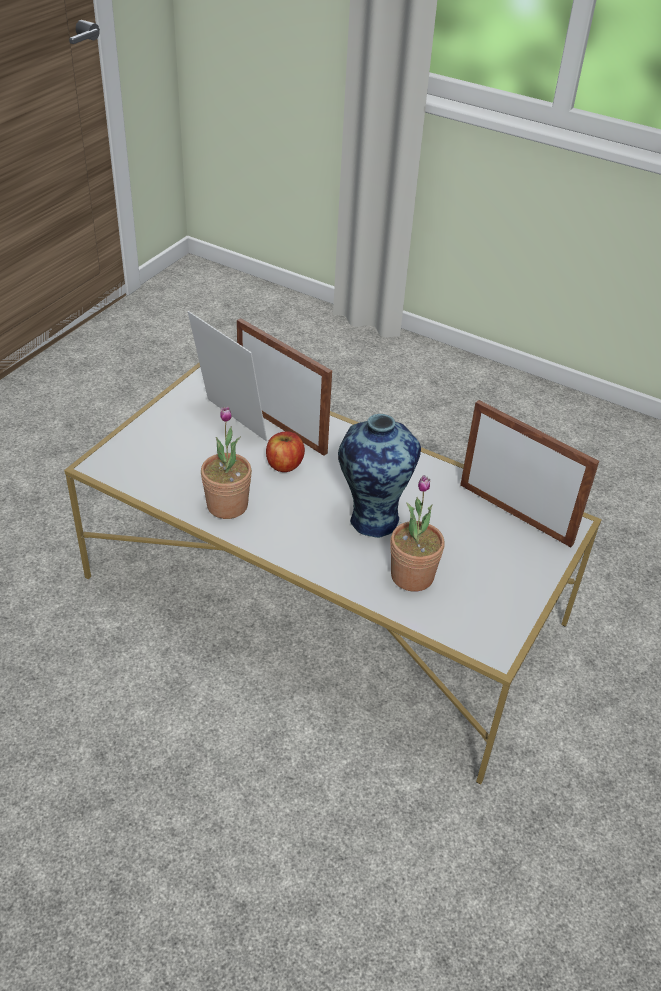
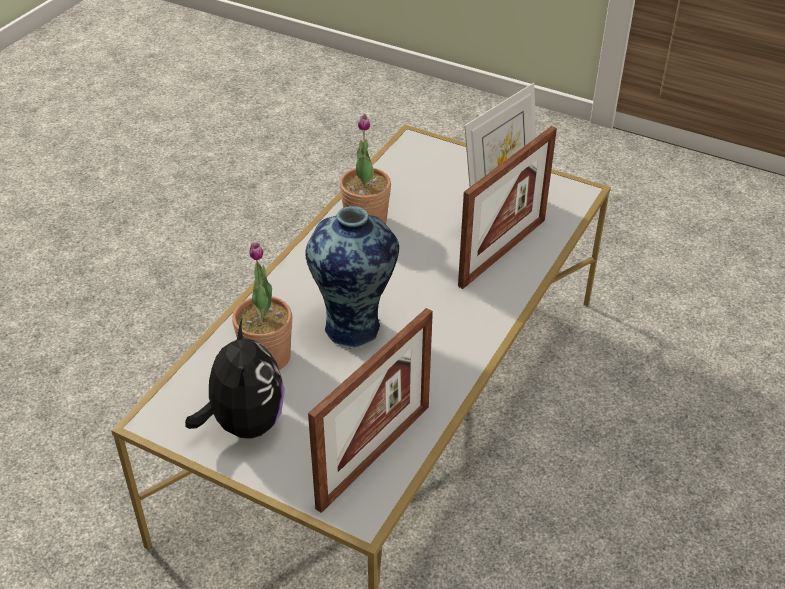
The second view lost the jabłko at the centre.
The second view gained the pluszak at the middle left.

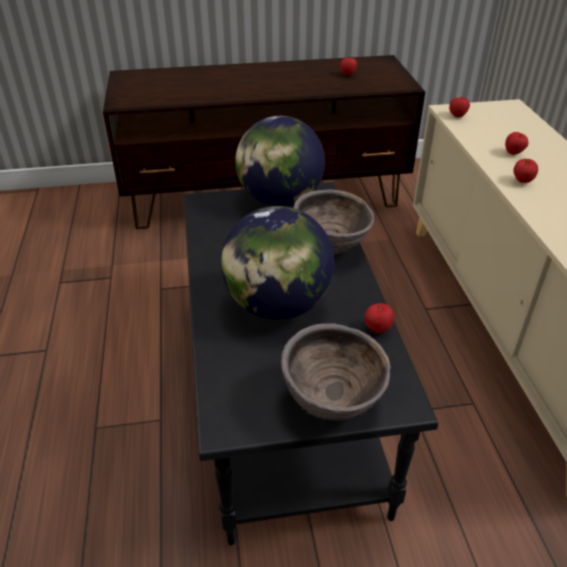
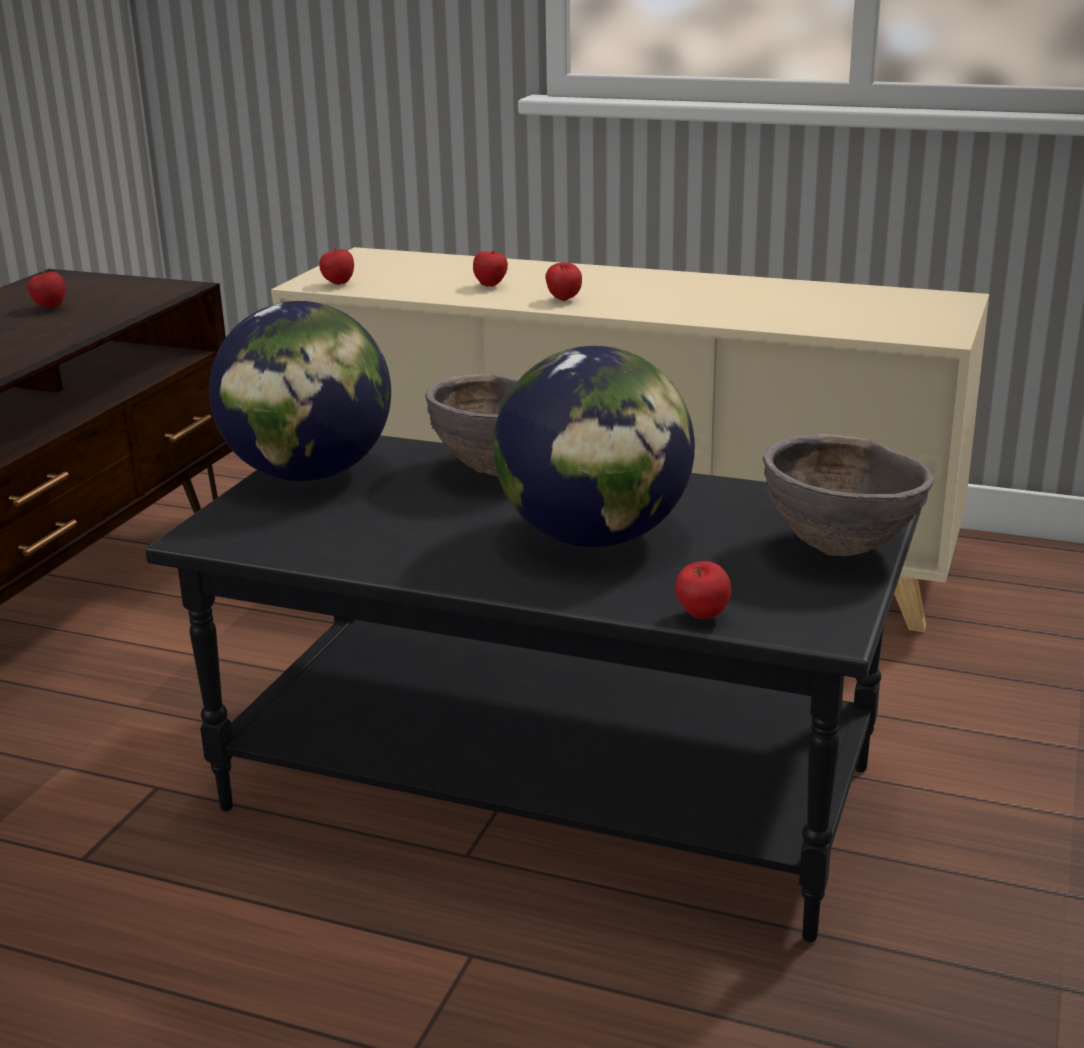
The jabłko (2nd from left in the first image) ended up elsewhere, having gone from the middle right to the centre.

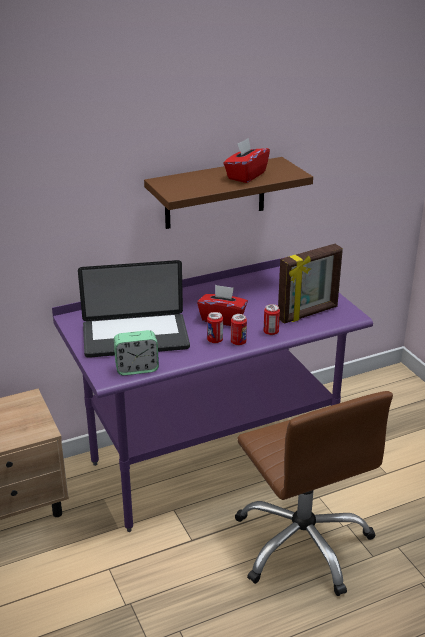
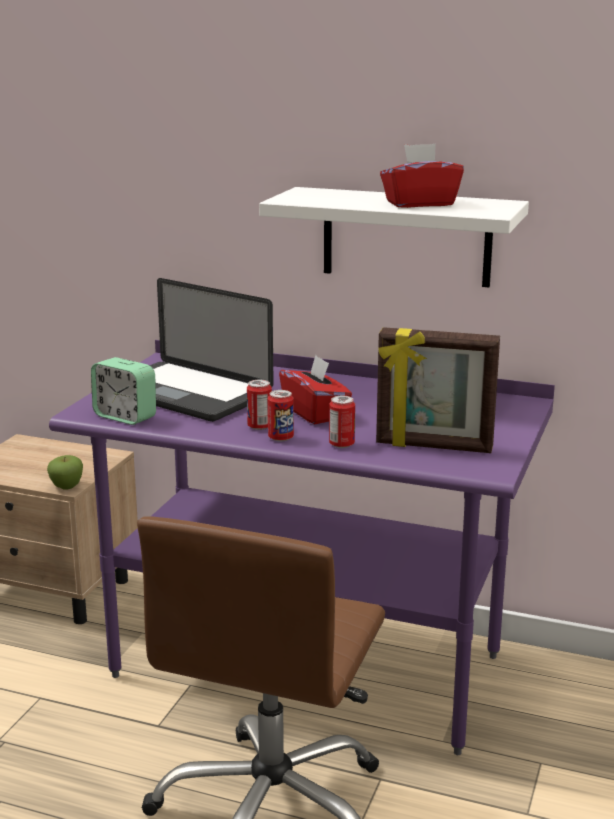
What was the półka [brązowy] at the top centre turned into the półka [biały] at the top centre.
The second view gained the jabłko at the middle left.

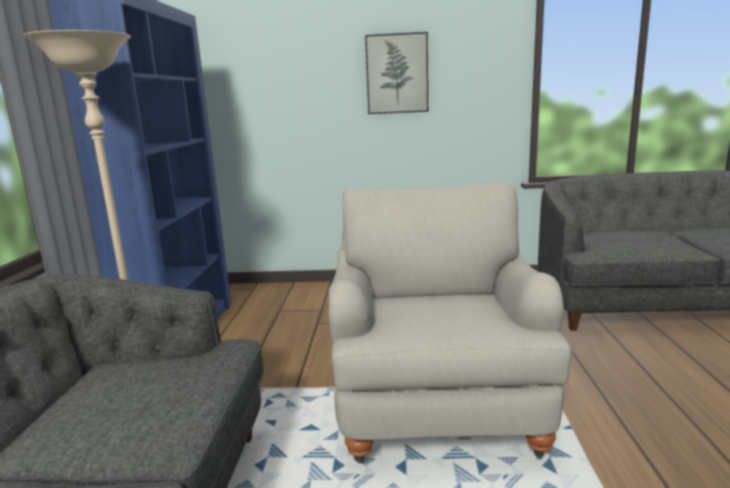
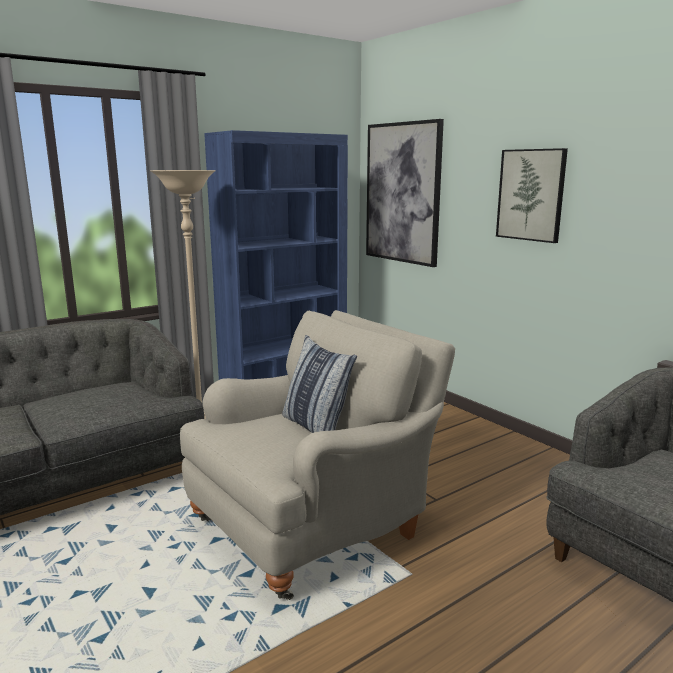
The second view gained the obraz (1st from left) at the top centre.
The second view gained the poduszka at the centre.

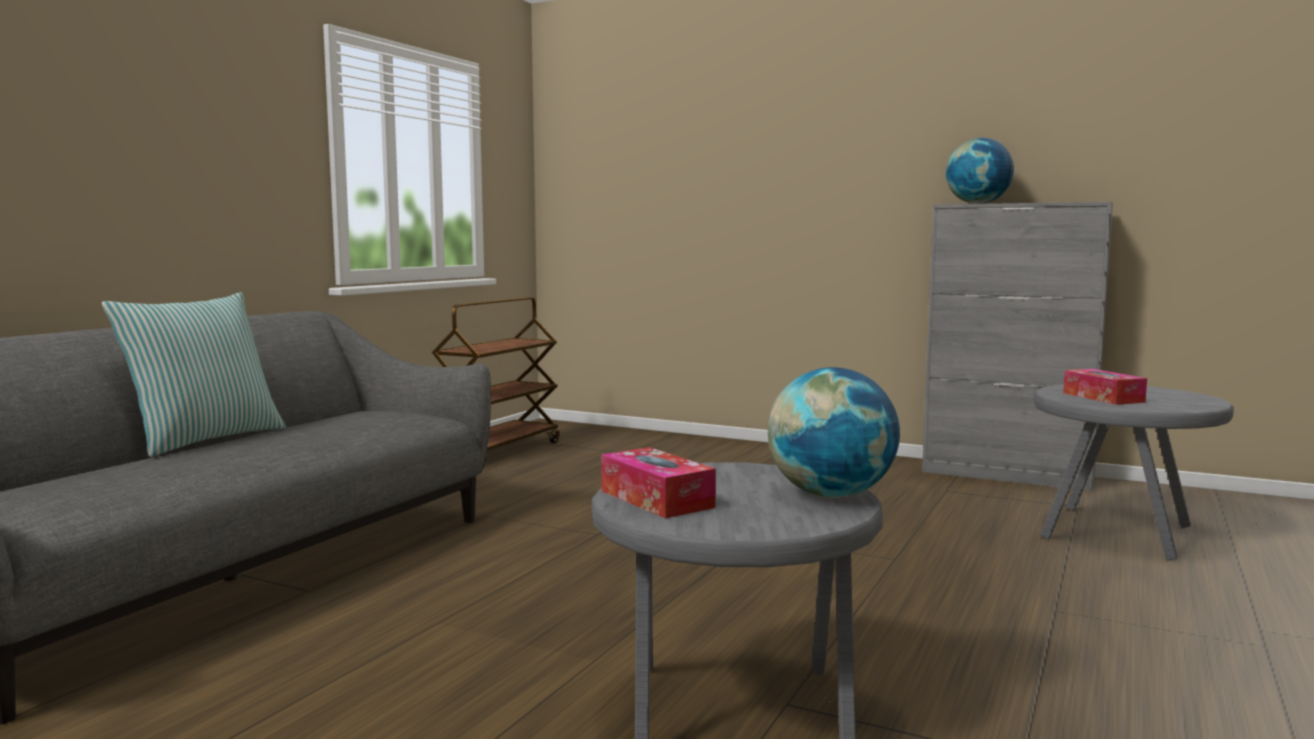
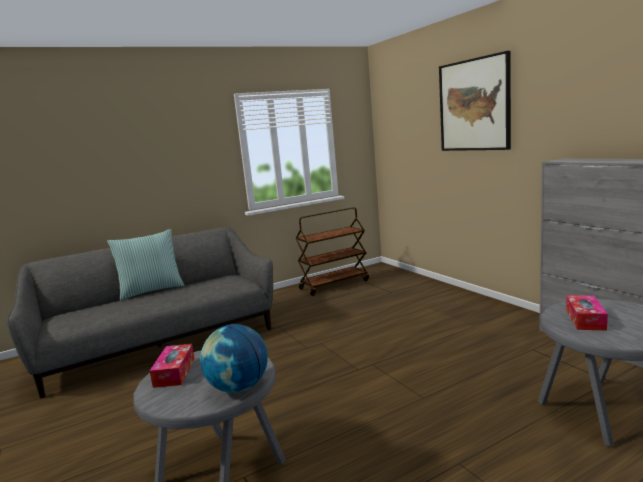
The second view lost the globus (2nd from left) at the top right.
The second view gained the obraz at the top right.

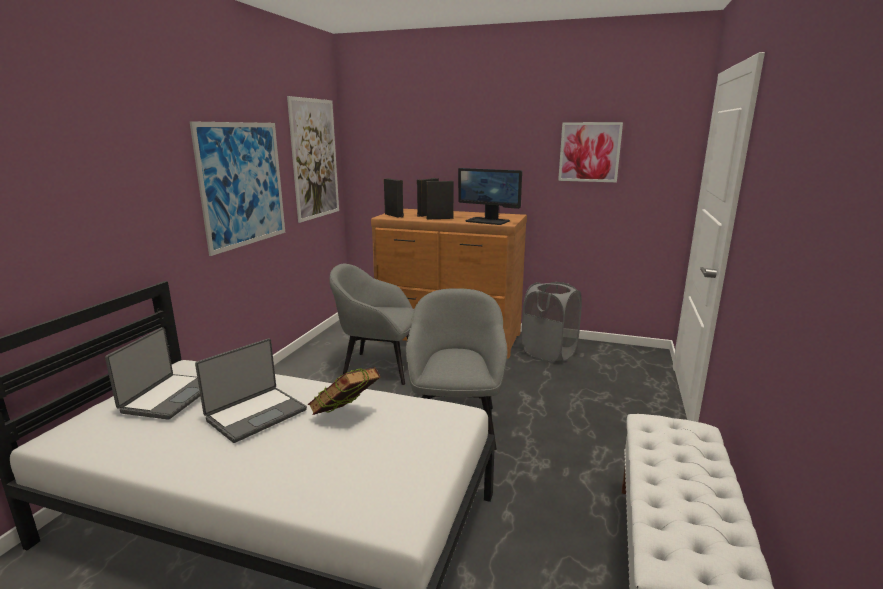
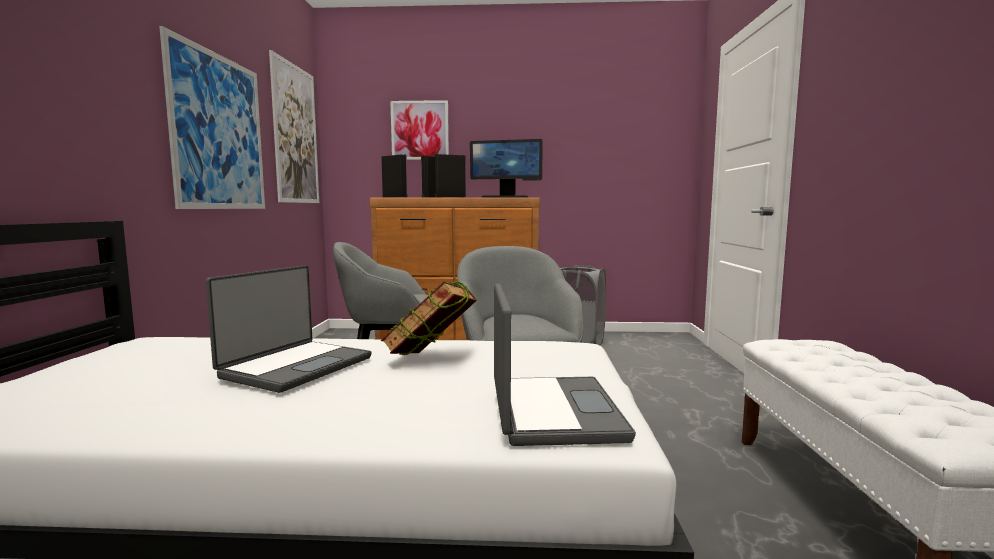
The obraz (3rd from left) ended up elsewhere, having gone from the top right to the top centre.
The laptop (1st from left in the first image) ended up elsewhere, having gone from the middle left to the centre.

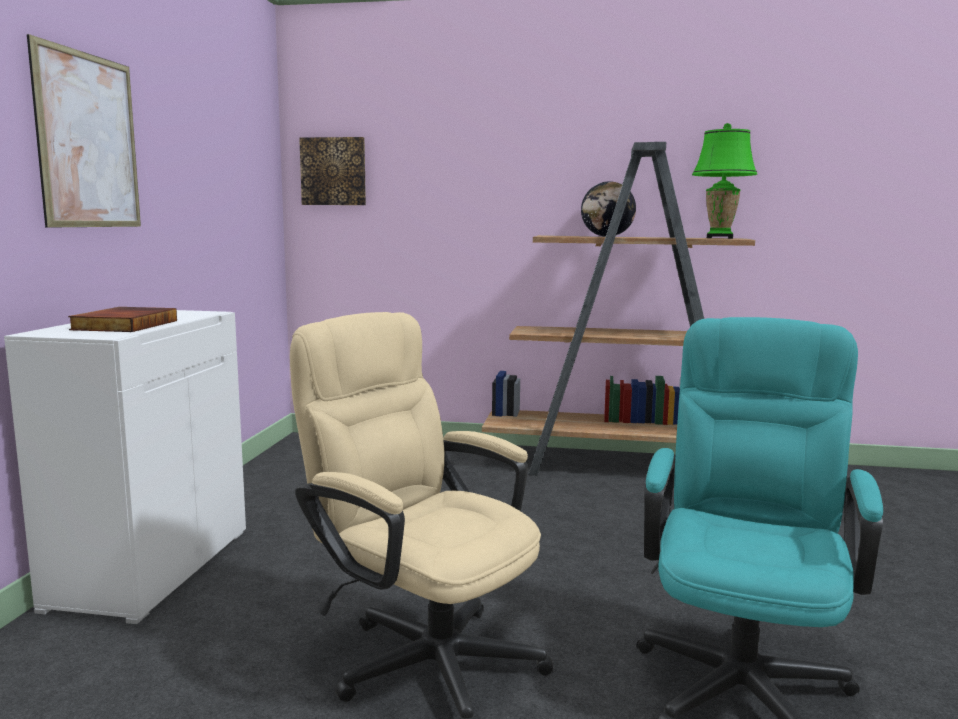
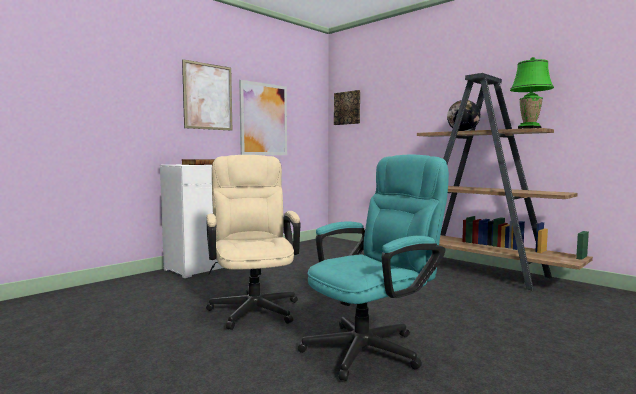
The second view gained the obraz (2nd from left) at the top centre.

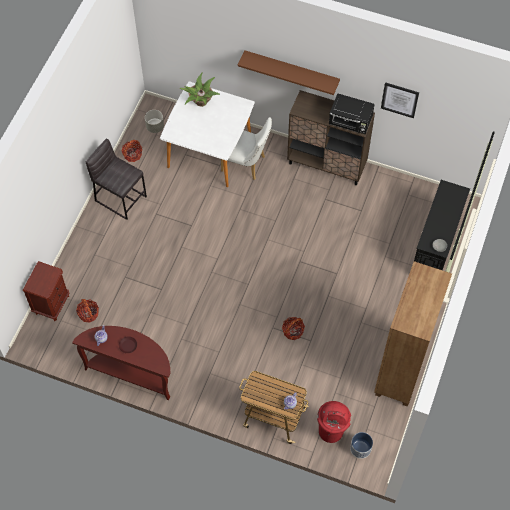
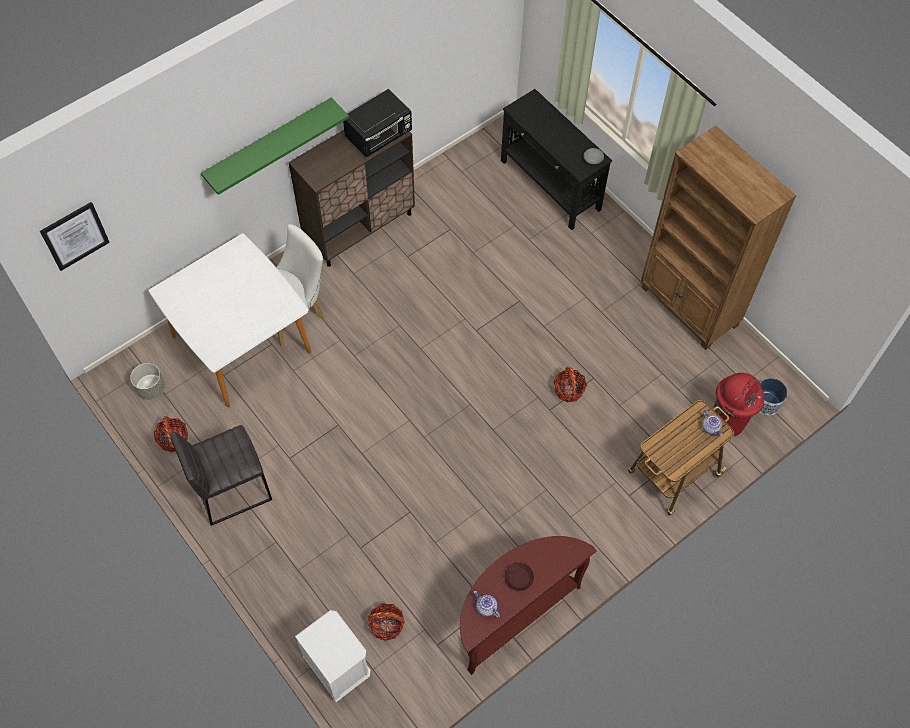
What was the półka [brązowy] at the top centre turned into the półka [zielony] at the top left.
The second view lost the roślina doniczkowa at the top centre.
The obraz ended up elsewhere, having gone from the top right to the top left.
What was the szafka nocna [brązowy] at the middle left turned into the szafka nocna [biały] at the bottom centre.

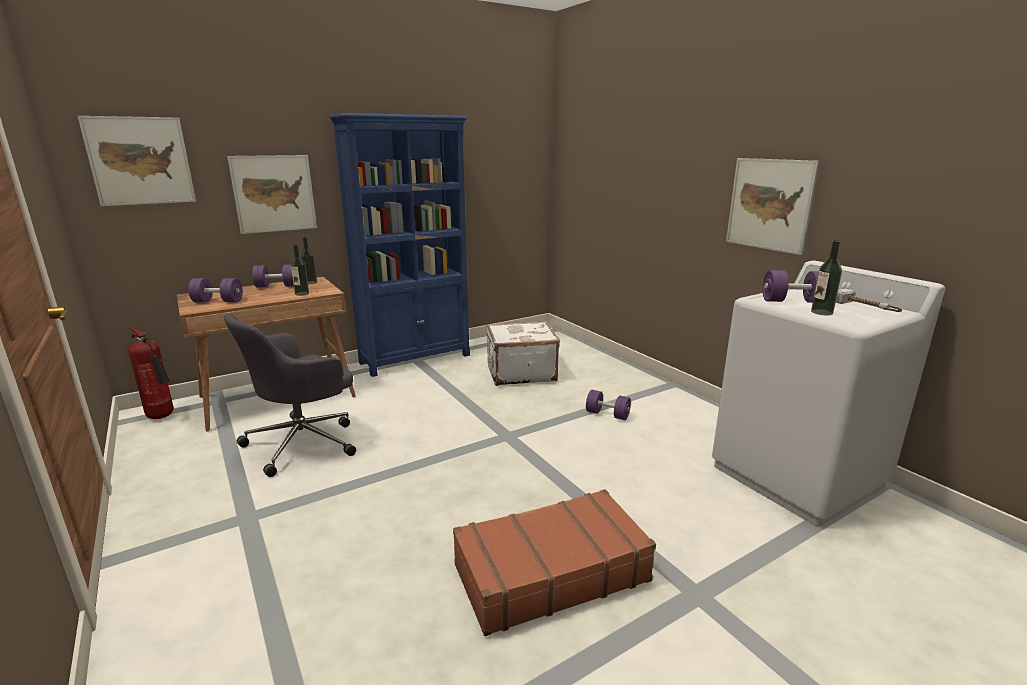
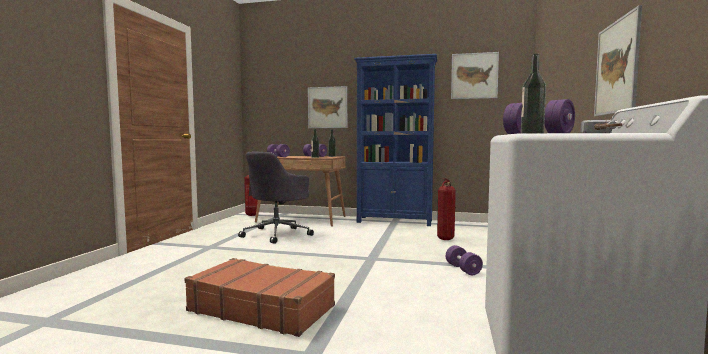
The obraz (1st from left in the first image) ended up elsewhere, having gone from the top left to the top right.
The krzesło biurowe [szary] at the middle left ended up facing another way, 60 degrees counterclockwise from before.
Where the walizka [biały] stood at the centre, the gaśnica (2nd from left) came to stand at the centre.

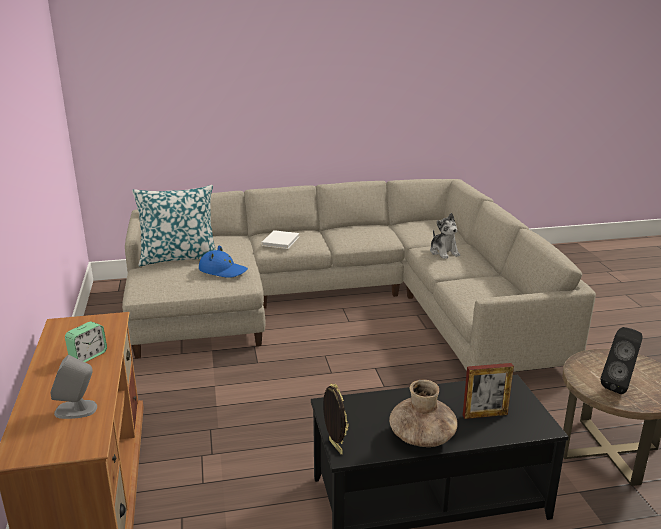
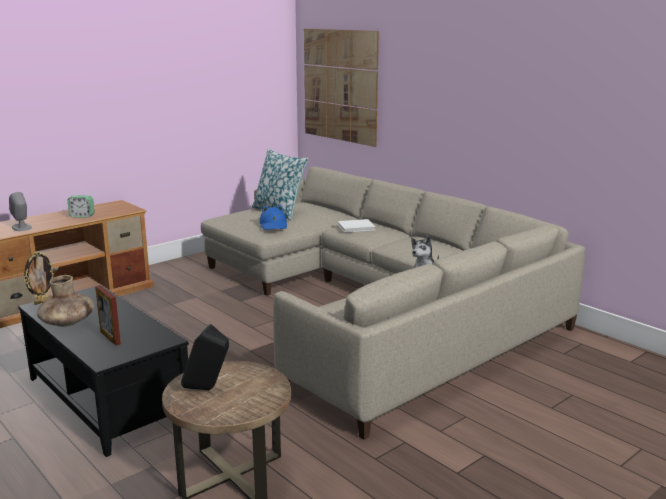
The second view gained the obraz at the top centre.

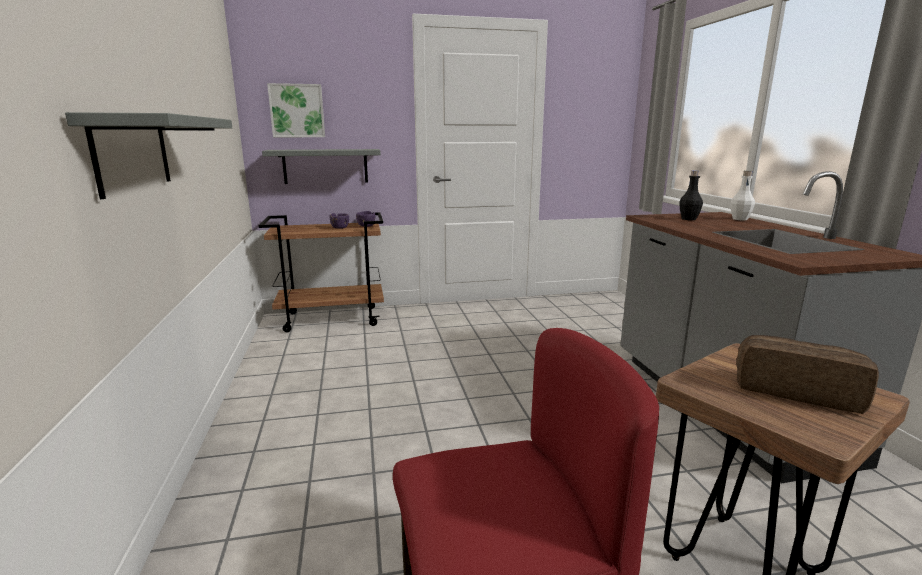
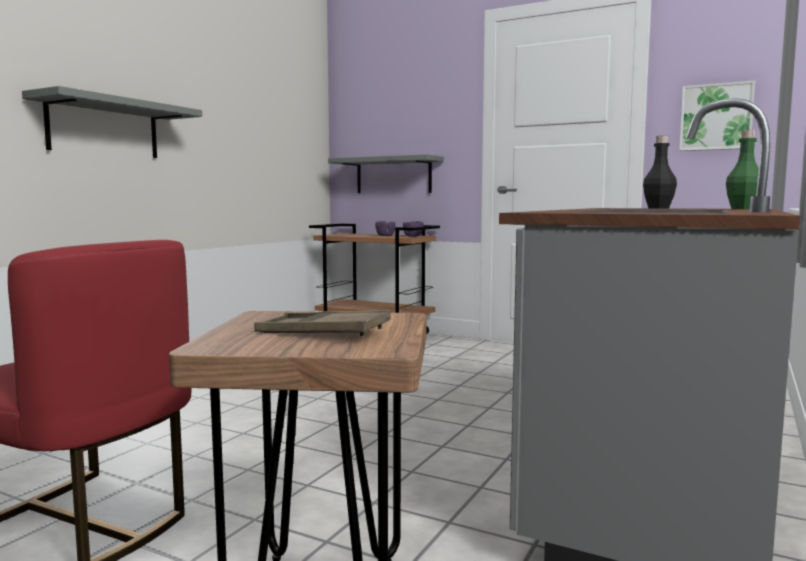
The obraz ended up elsewhere, having gone from the top left to the top right.
What was the butelka [biały] at the middle right turned into the butelka [zielony] at the top right.
Where the chleb stood at the middle right, the taca [brązowy] came to stand at the centre.

